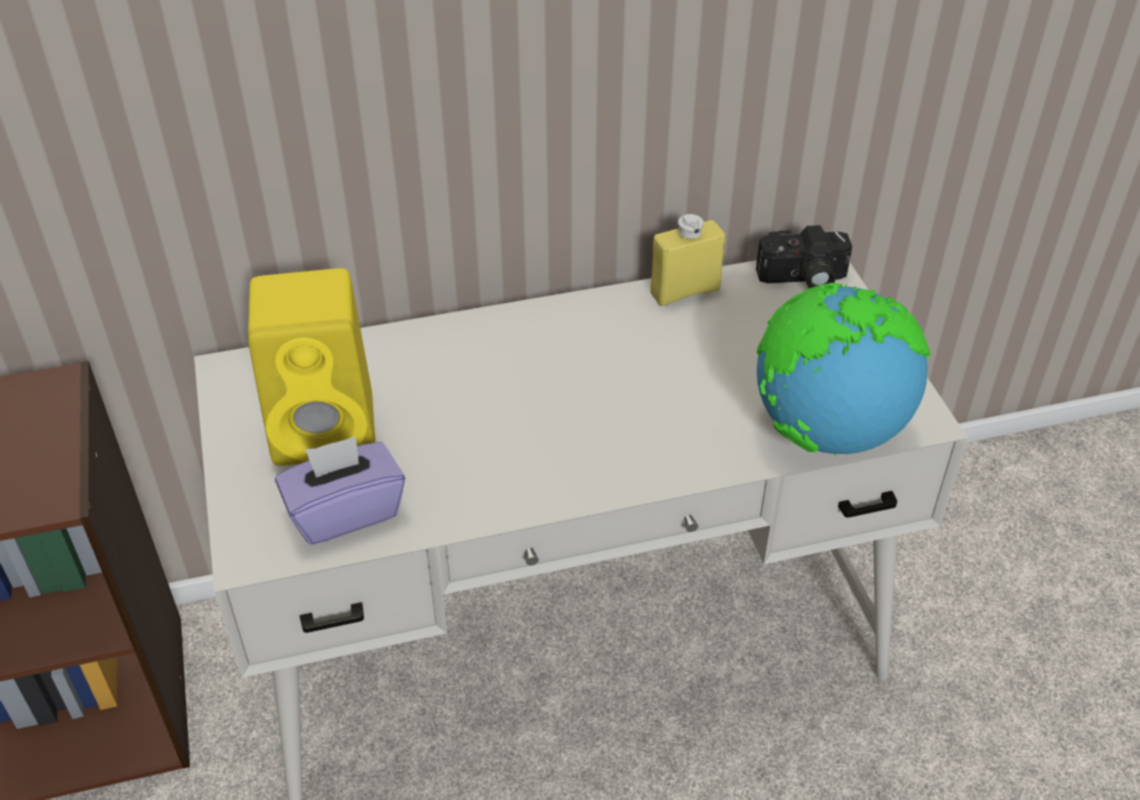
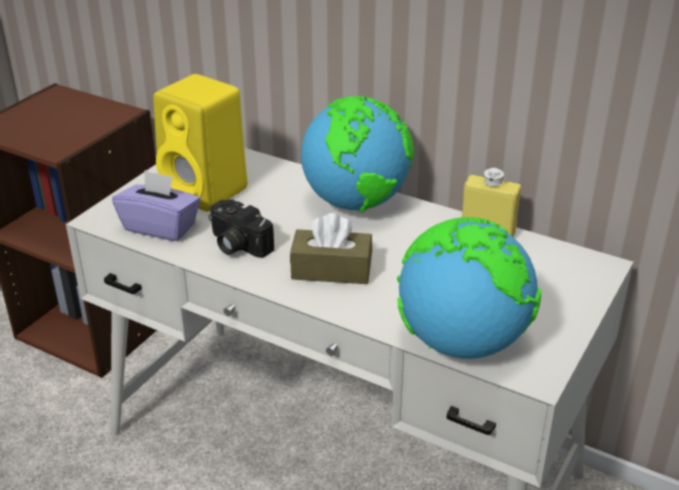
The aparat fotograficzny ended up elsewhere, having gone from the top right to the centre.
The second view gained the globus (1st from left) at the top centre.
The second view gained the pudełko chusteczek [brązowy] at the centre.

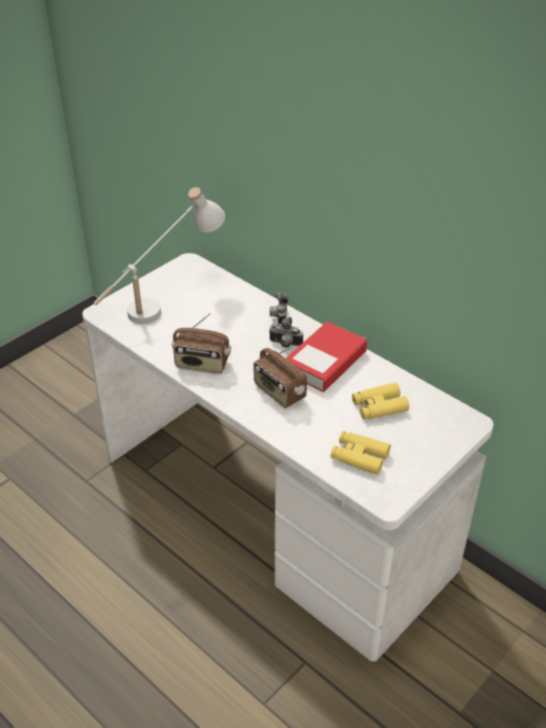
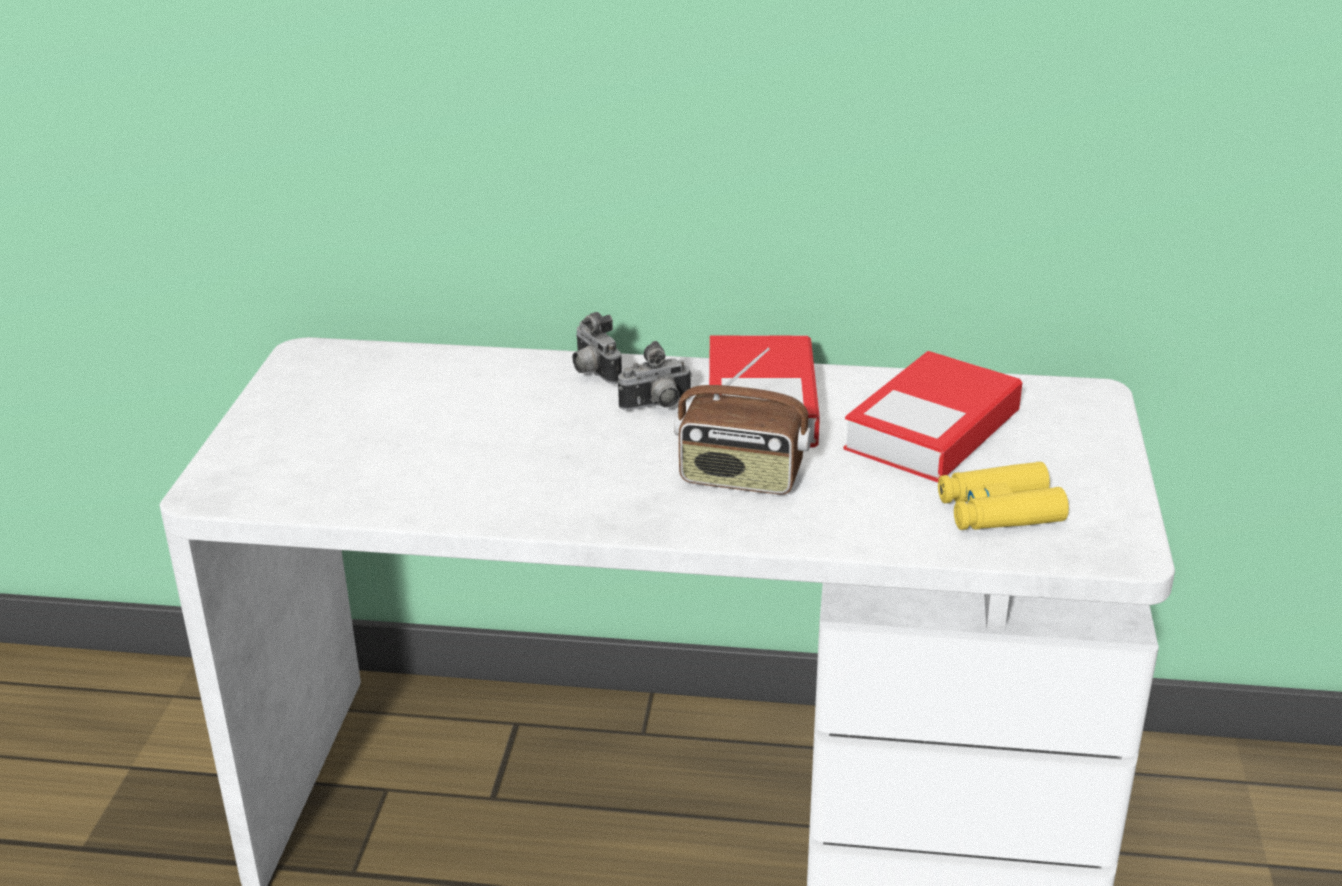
The second view lost the lampa stołowa [biały] at the middle left.
The second view lost the radio (1st from left) at the centre.
Where the lornetka [żółty] (2nd from left) stood at the middle right, the książka (2nd from left) came to stand at the middle right.

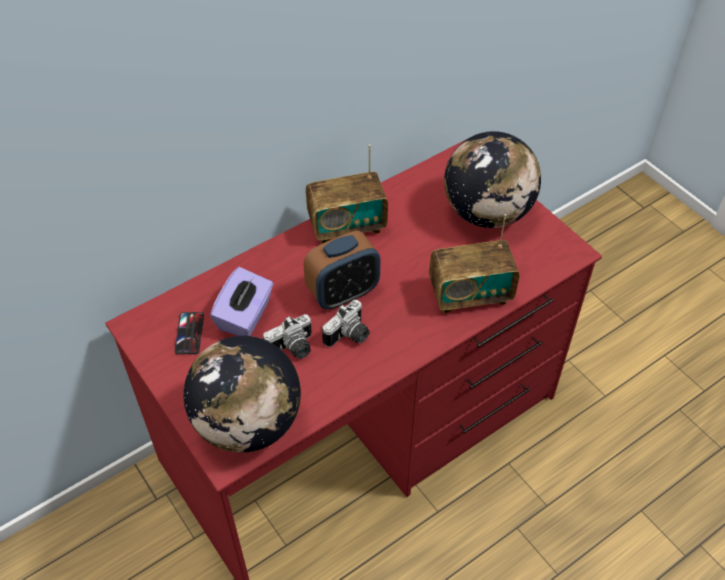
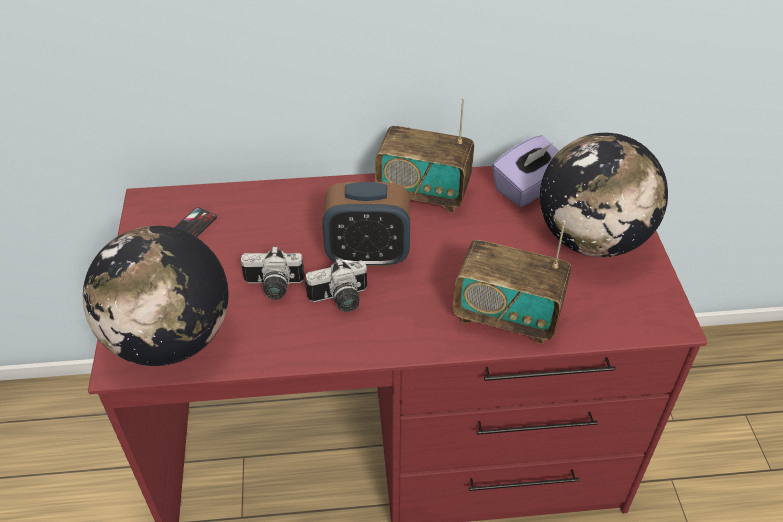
The pudełko chusteczek [fioletowy] ended up elsewhere, having gone from the middle left to the top right.

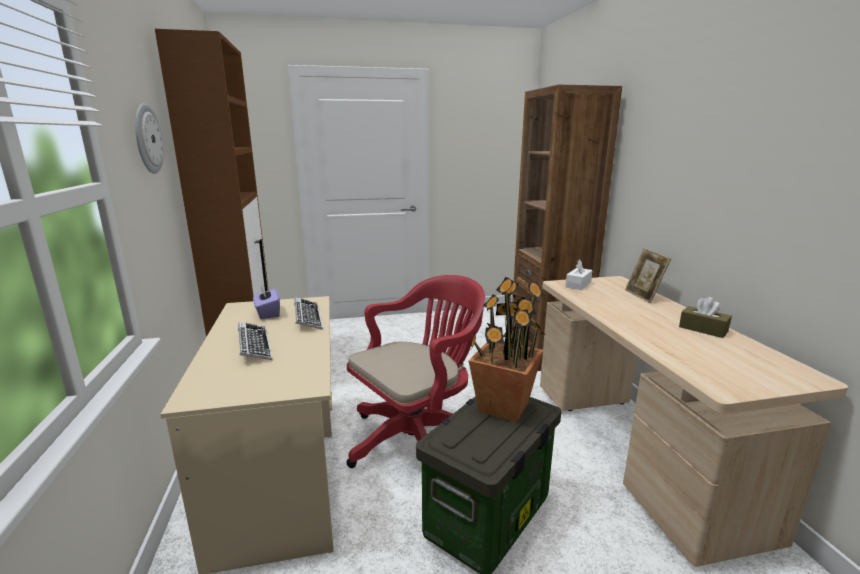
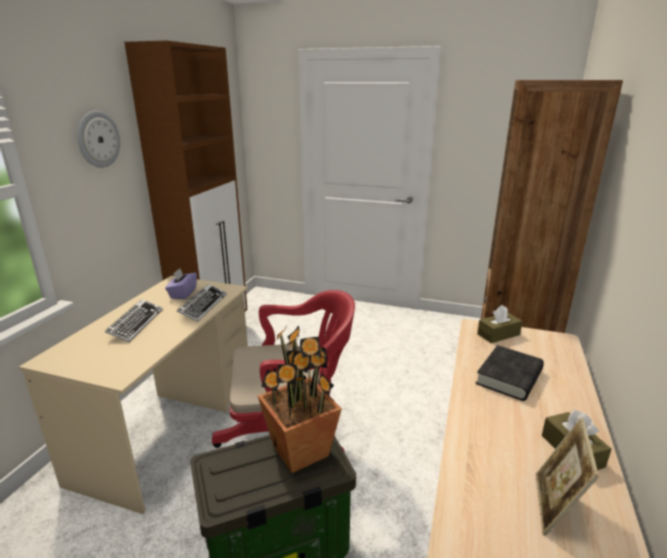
The ramka na zdjęcie ended up elsewhere, having gone from the middle right to the bottom right.
What was the pudełko chusteczek [biały] at the middle right turned into the pudełko chusteczek [brązowy] (1st from left) at the middle right.
The second view gained the książka [czarny] at the bottom right.

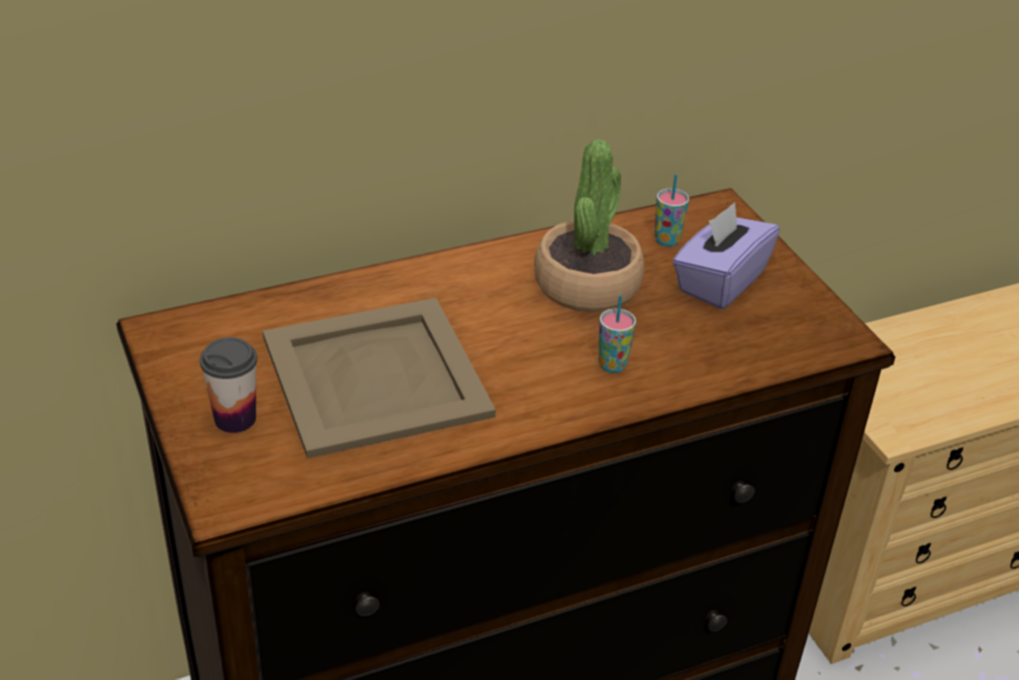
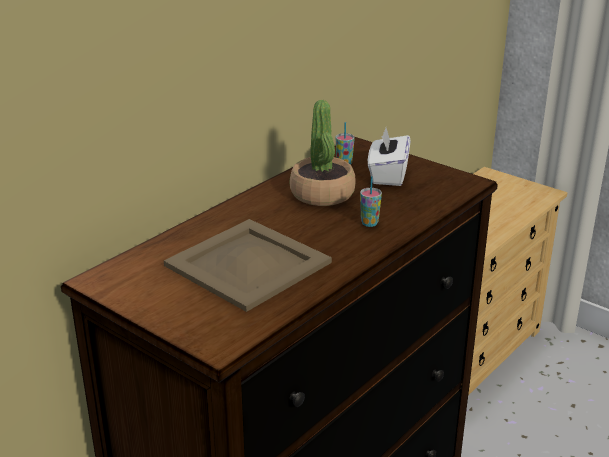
What was the pudełko chusteczek [fioletowy] at the middle right turned into the pudełko chusteczek [biały] at the centre.
The second view lost the filiżanka (1st from left) at the middle left.

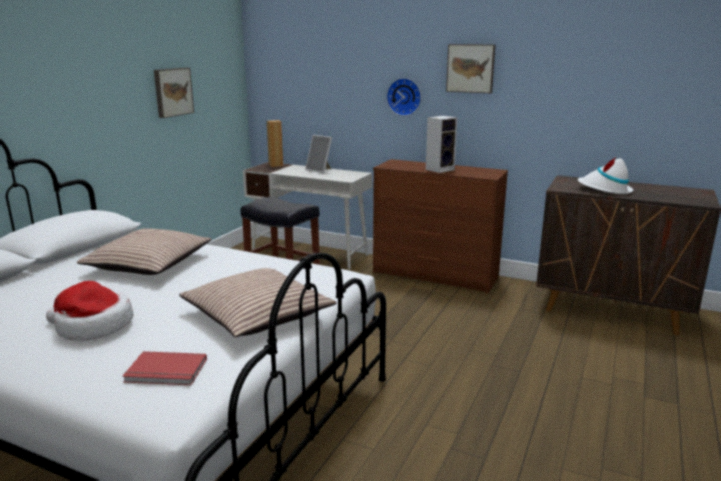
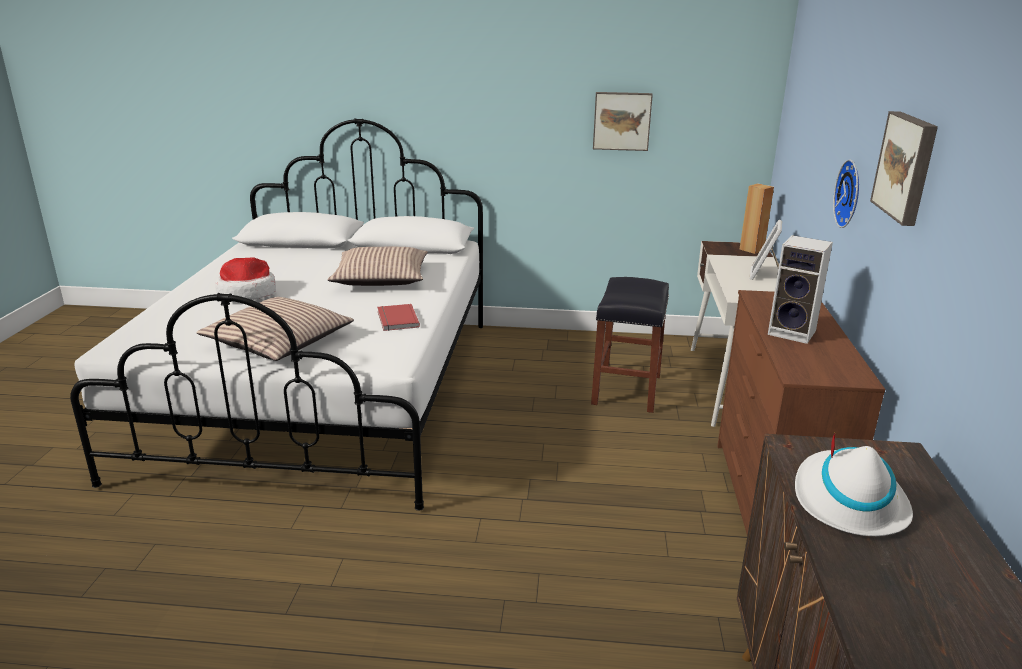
The książka [czerwony] ended up elsewhere, having gone from the bottom left to the centre.

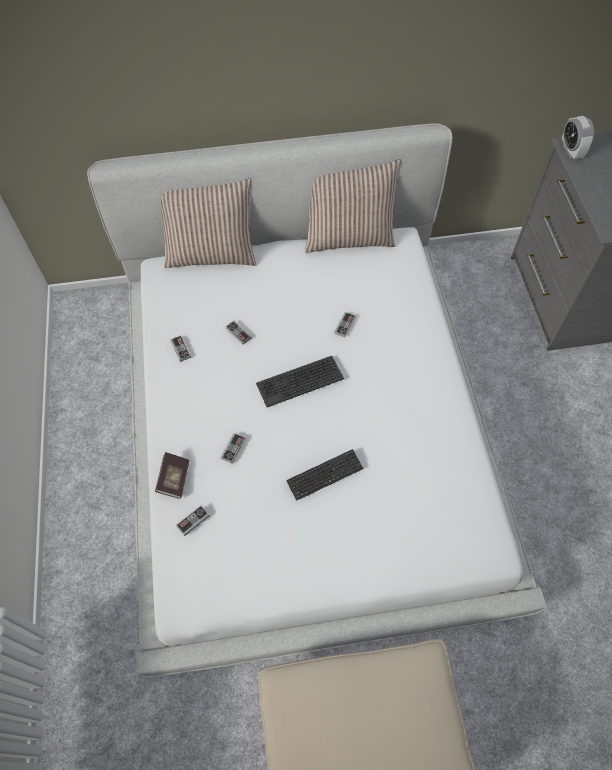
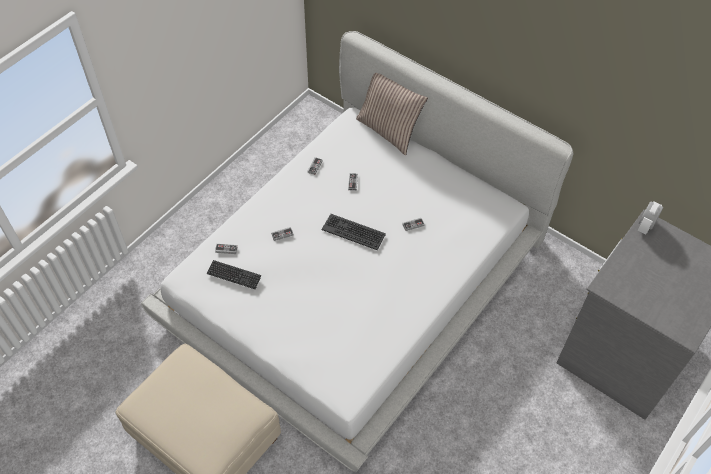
The second view lost the poduszka (2nd from left) at the top centre.
The klawiatura (2nd from left in the first image) ended up elsewhere, having gone from the centre to the middle left.
The second view lost the książka at the middle left.

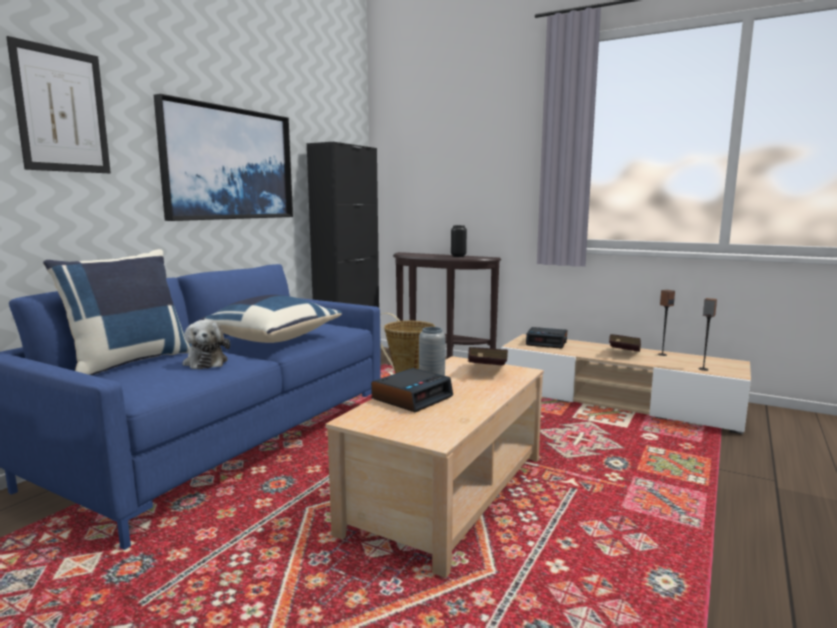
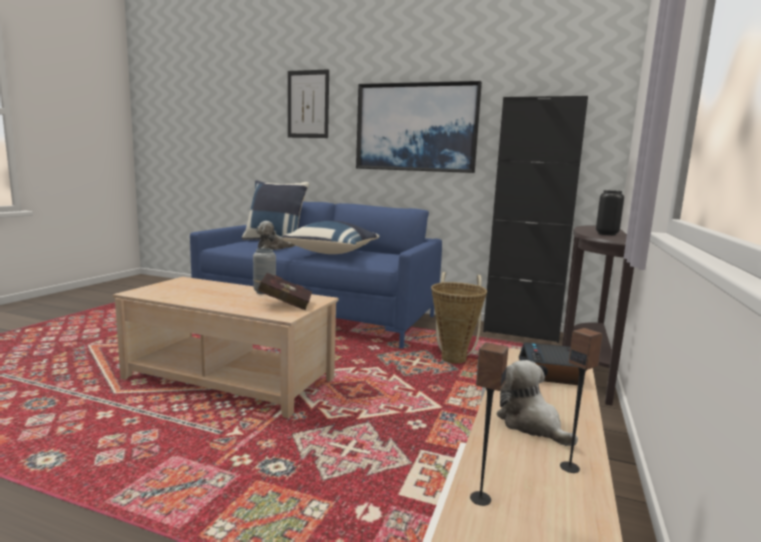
Where the książka [czerwony] (2nd from left) stood at the middle right, the pluszak (2nd from left) came to stand at the bottom right.
The second view lost the budzik (1st from left) at the centre.

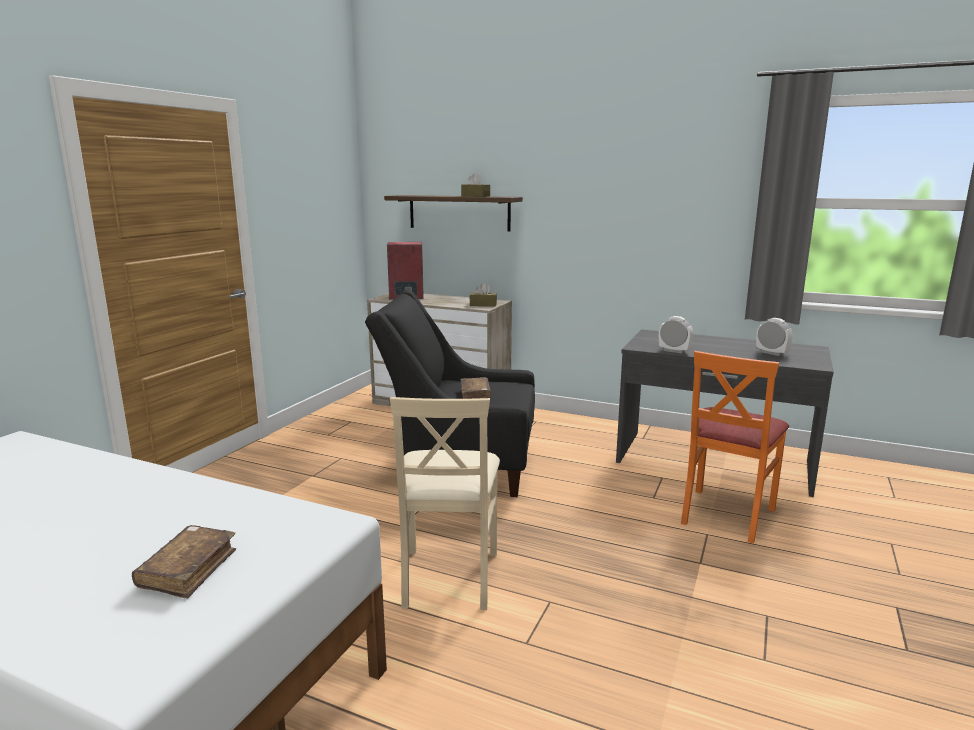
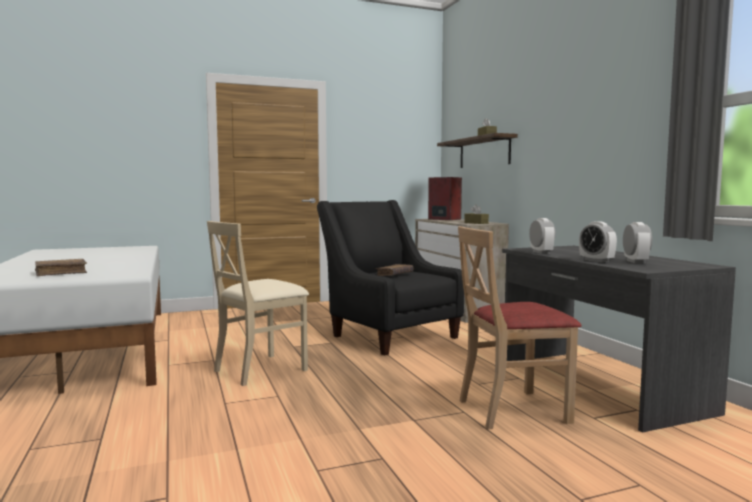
What was the krzesło [pomarańczowy] at the middle right turned into the krzesło [beżowy] (2nd from left) at the middle right.
The second view gained the budzik (2nd from left) at the middle right.

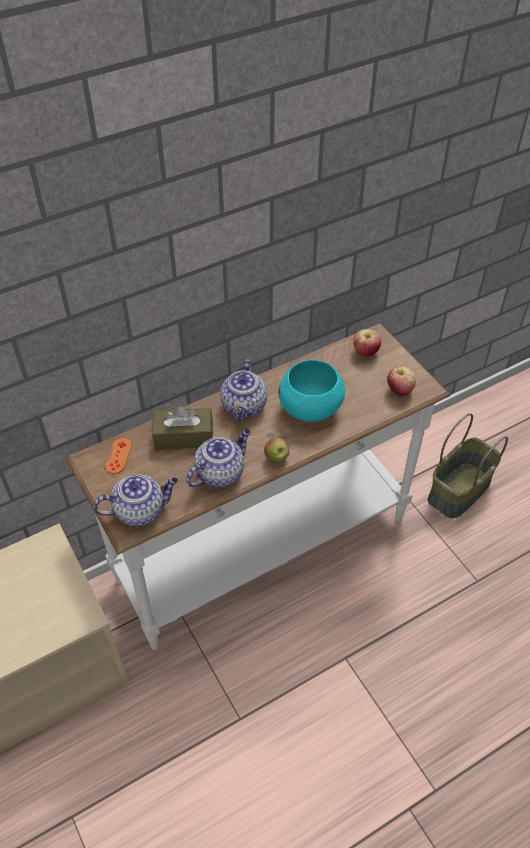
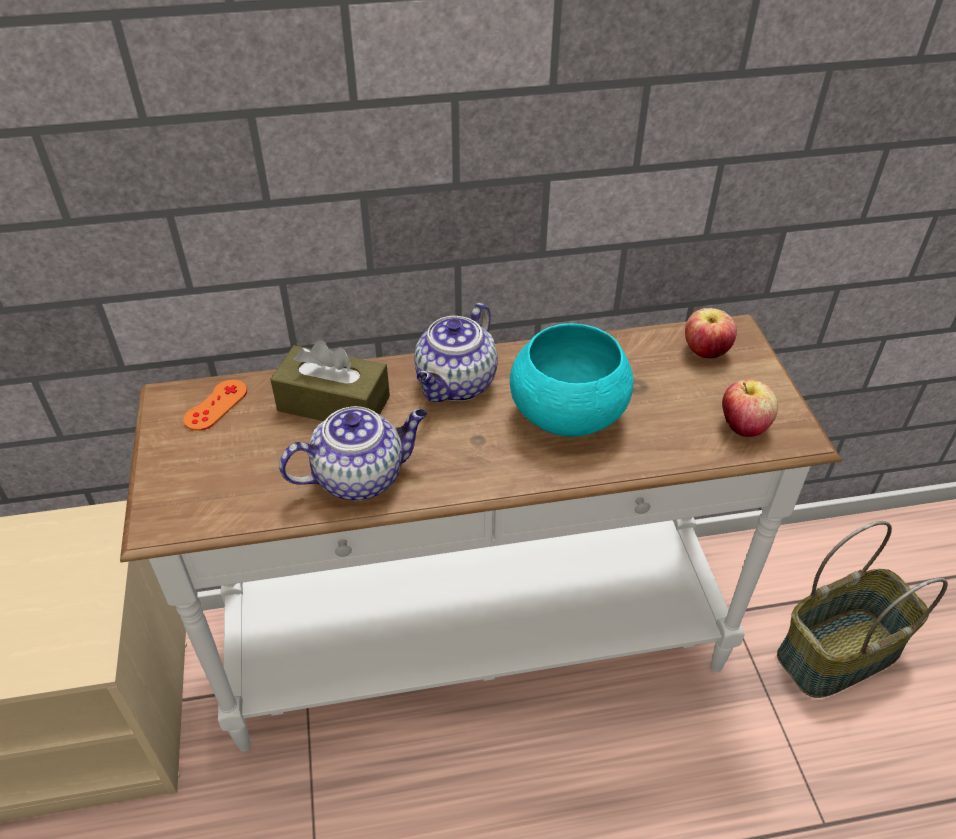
The second view lost the jabłko (1st from left) at the centre.
The second view lost the imbryk (1st from left) at the middle left.

